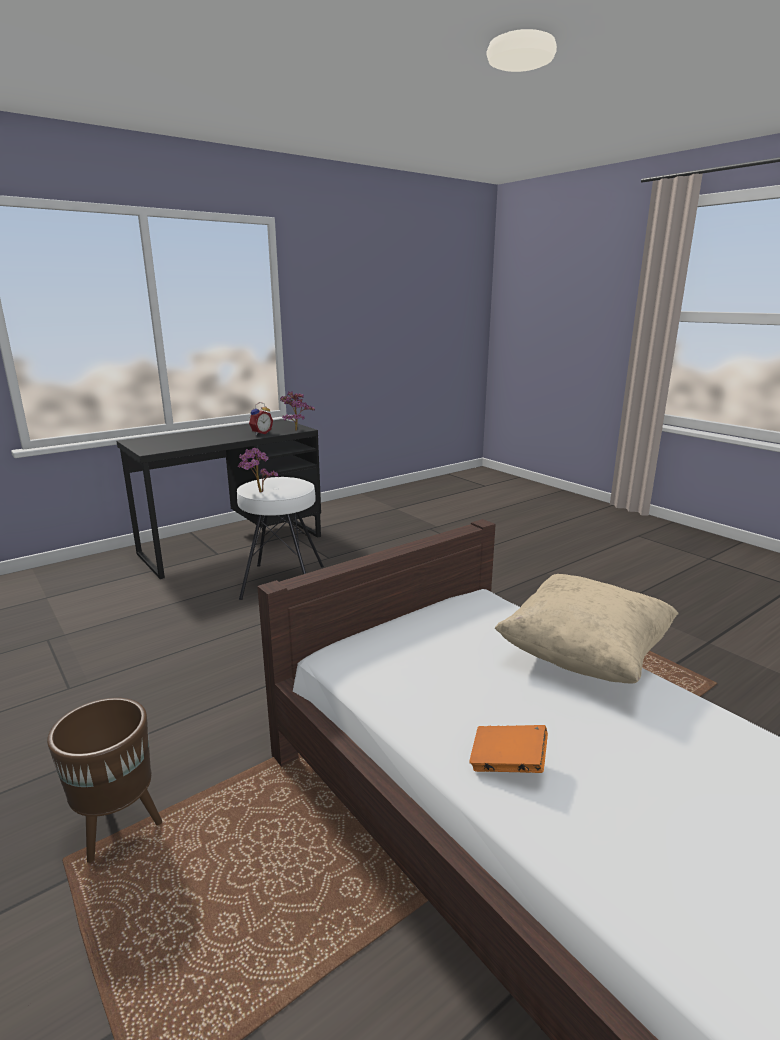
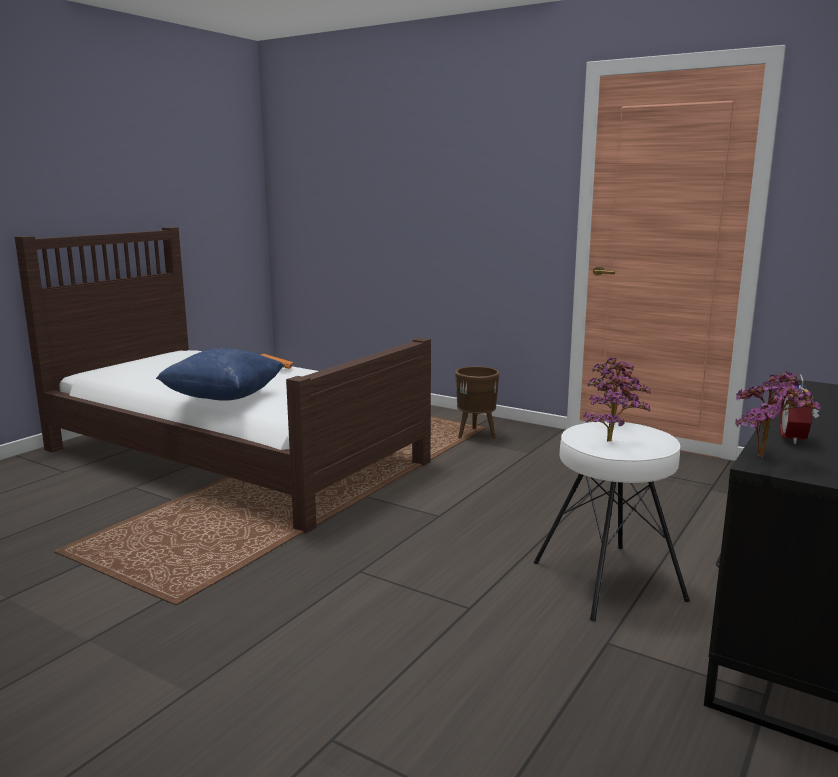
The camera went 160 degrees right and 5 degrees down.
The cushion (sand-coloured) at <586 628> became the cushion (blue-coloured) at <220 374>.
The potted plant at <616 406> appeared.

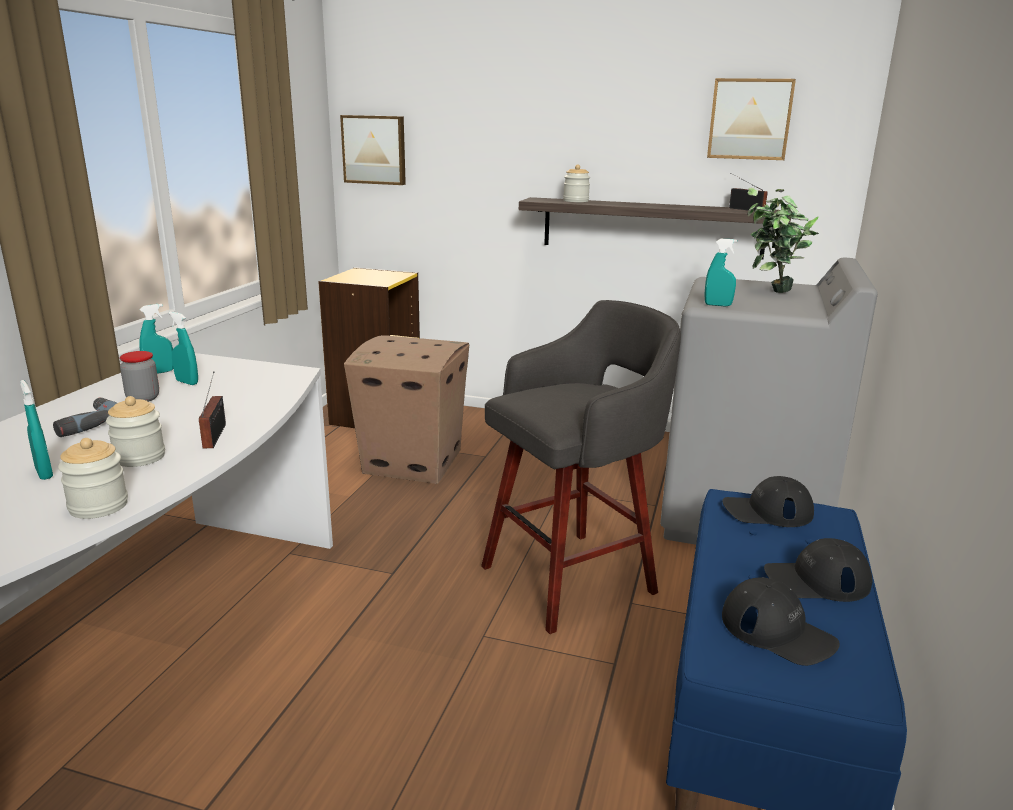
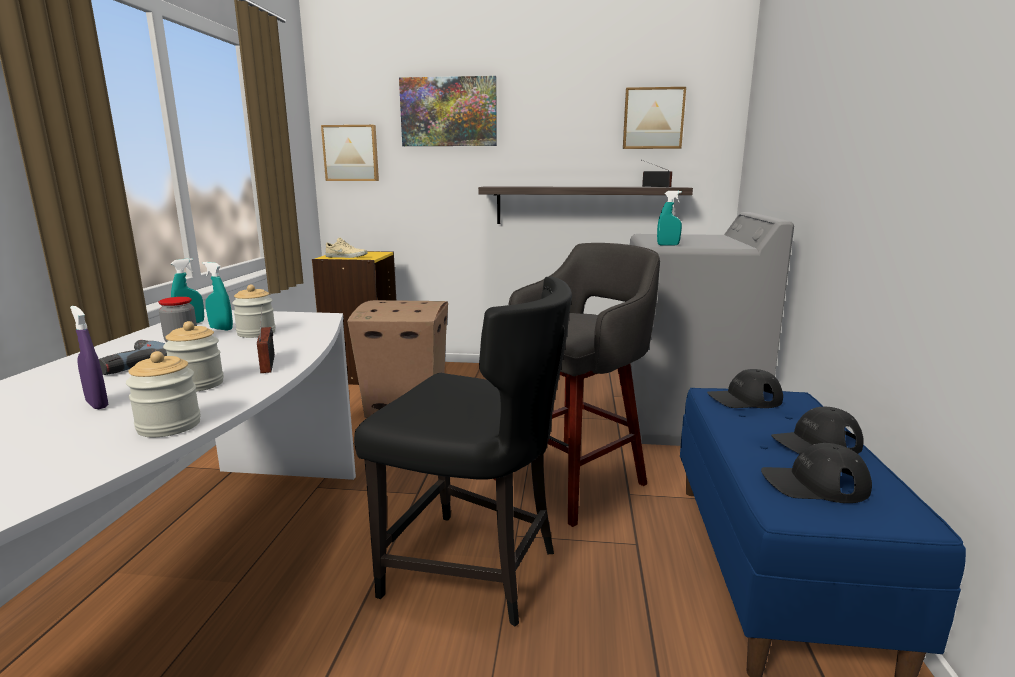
The camera went 10 degrees left and 5 degrees down.
The jar moved from <576 183> to <254 311>.
The potted plant at <783 240> disappeared.
The hand sprayer (turquoise) at <36 430> became the hand sprayer (purple-coloured) at <89 357>.
The baseball cap (black) at <781 621> turned 150 degrees clockwise.
The wall art at <448 111> appeared.
The shoe (sand-coloured) at <346 248> appeared.
The upright chair (black) at <463 452> appeared.

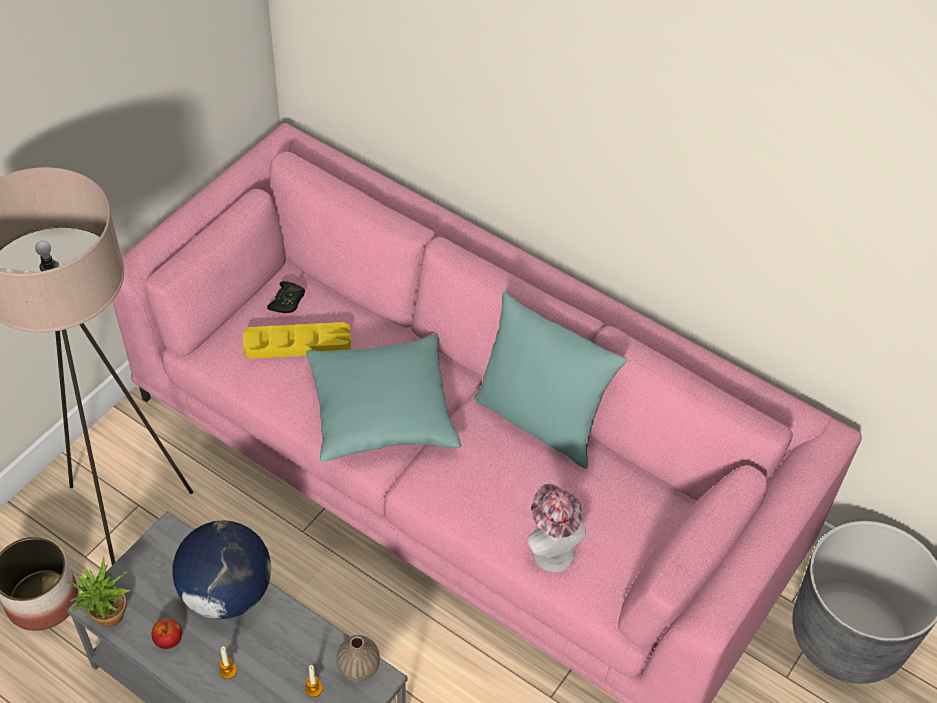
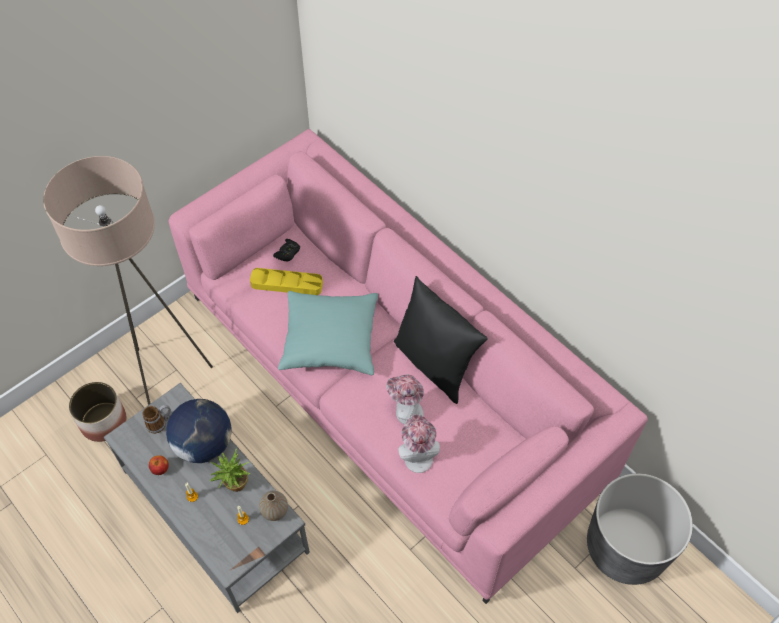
The camera went 15 degrees right and 5 degrees up.
The cushion (turquoise) at <550 380> became the cushion (black) at <441 340>.
The potted plant moved from <99 592> to <230 470>.
The hat at <405 399> appeared.
The mug at <157 419> appeared.

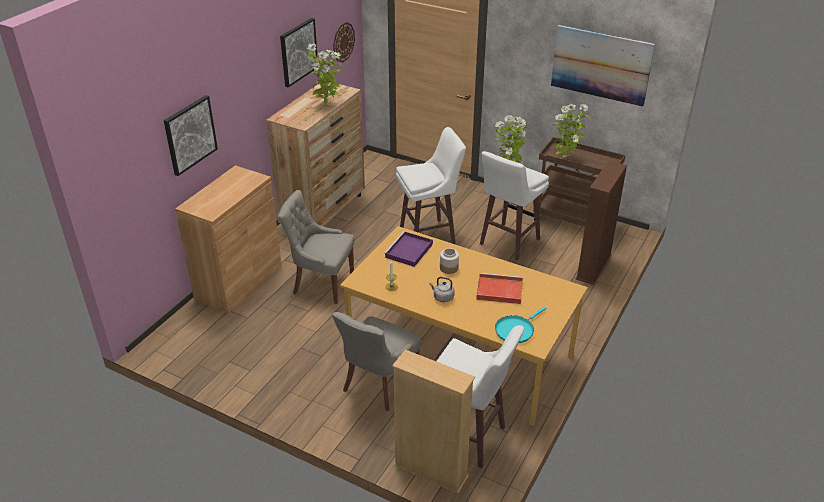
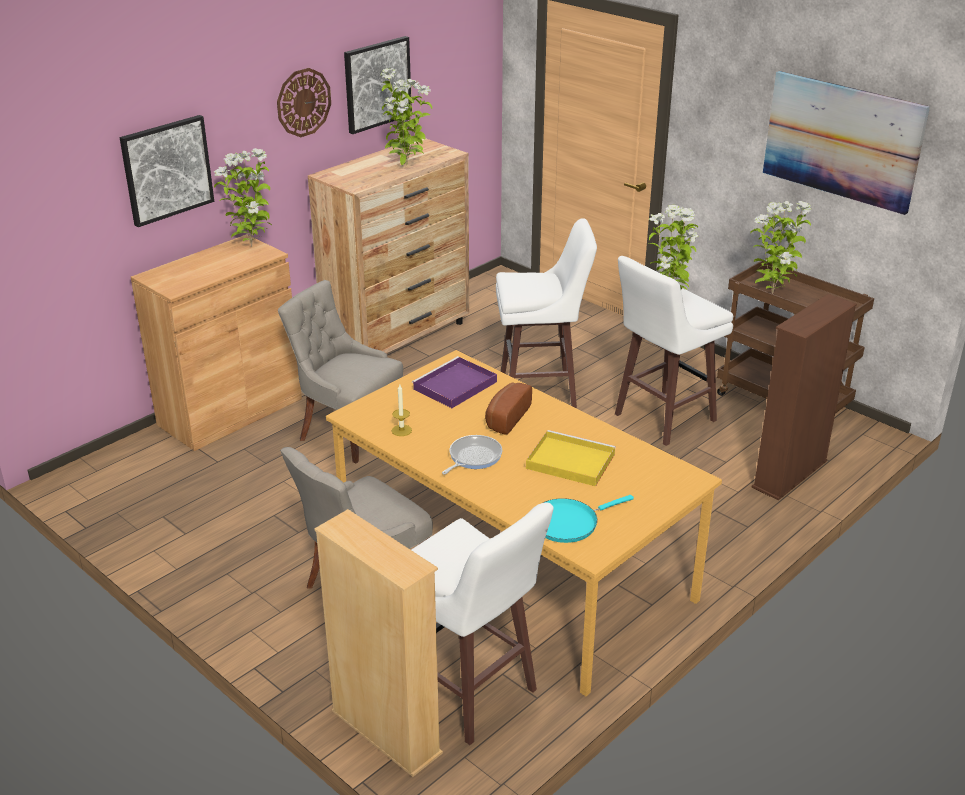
The camera went 15 degrees right and 5 degrees down.
The clock on the wall moved from <344 42> to <304 102>.
The jar at <449 261> was replaced by the bakery bread at <508 408>.
The tray (red-coloured) at <499 288> became the tray (yellowish) at <571 458>.
The kettle (greyish) at <442 289> was replaced by the pan at <472 455>.
The potted plant at <243 197> appeared.

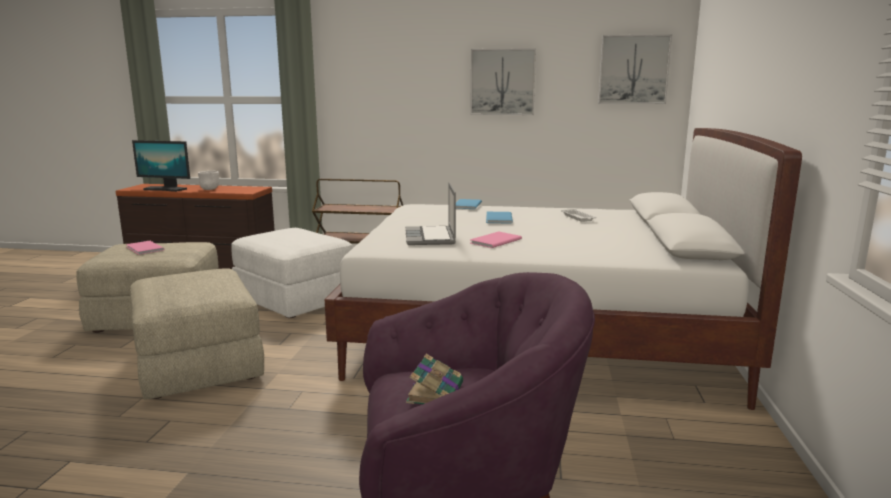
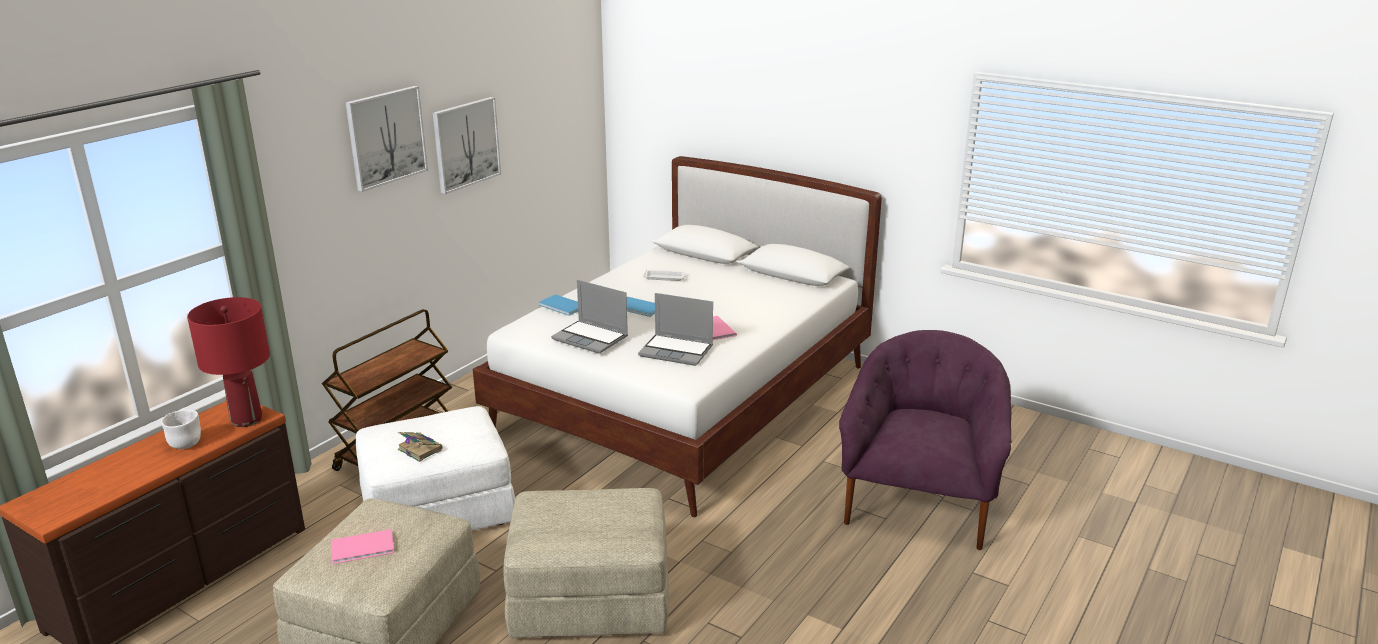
The camera went 65 degrees left and 10 degrees up.
The wall art moved from <635 69> to <387 139>.
The computer screen at <161 166> disappeared.
The book moved from <434 379> to <420 447>.
The portable computer at <589 317> appeared.
The tabletop lamp (red-coloured) at <228 362> appeared.

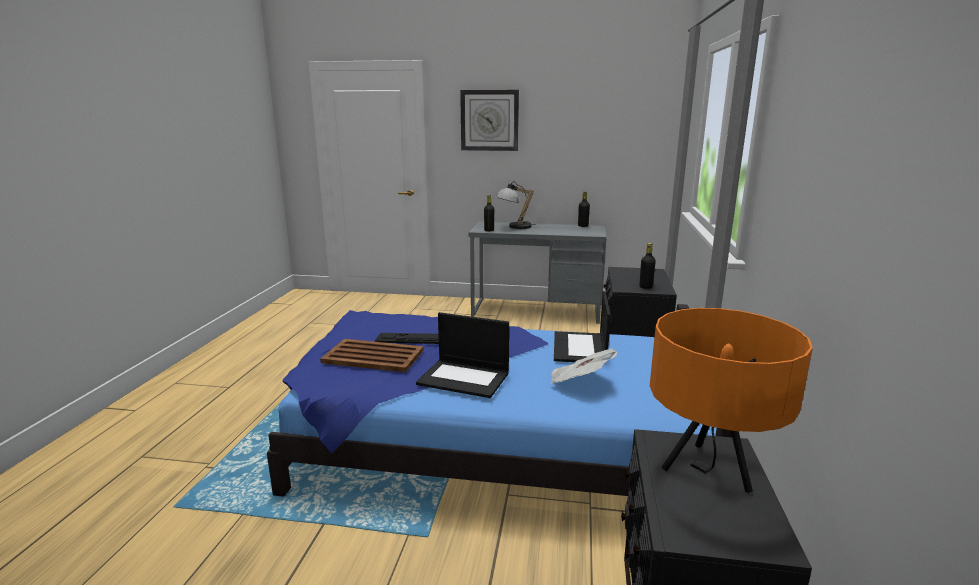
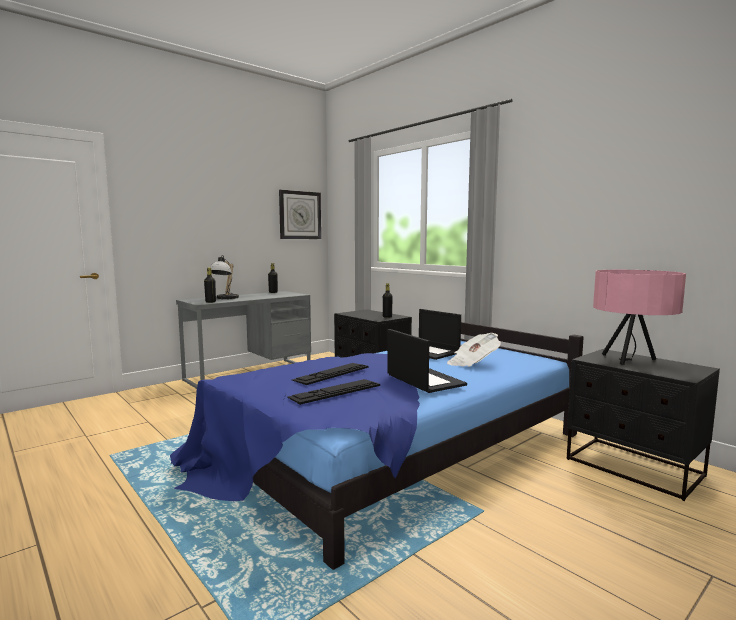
The camera went 50 degrees left and 10 degrees down.
The clock on the wall moved from <489 120> to <300 214>.
The tabletop lamp (orange-coloured) at <731 400> became the tabletop lamp (pink-coloured) at <639 317>.
The portable computer at <462 355> turned 90 degrees counterclockwise.
The tray (brownish) at <372 355> was replaced by the keyboard at <333 392>.

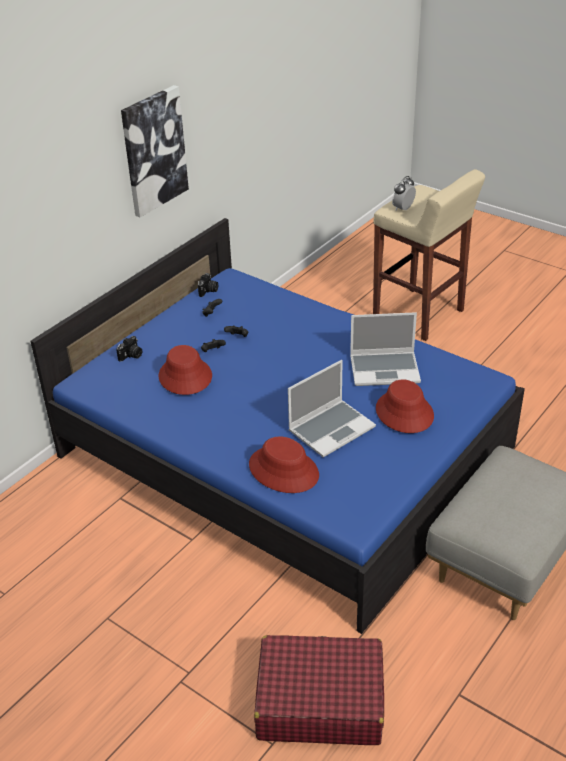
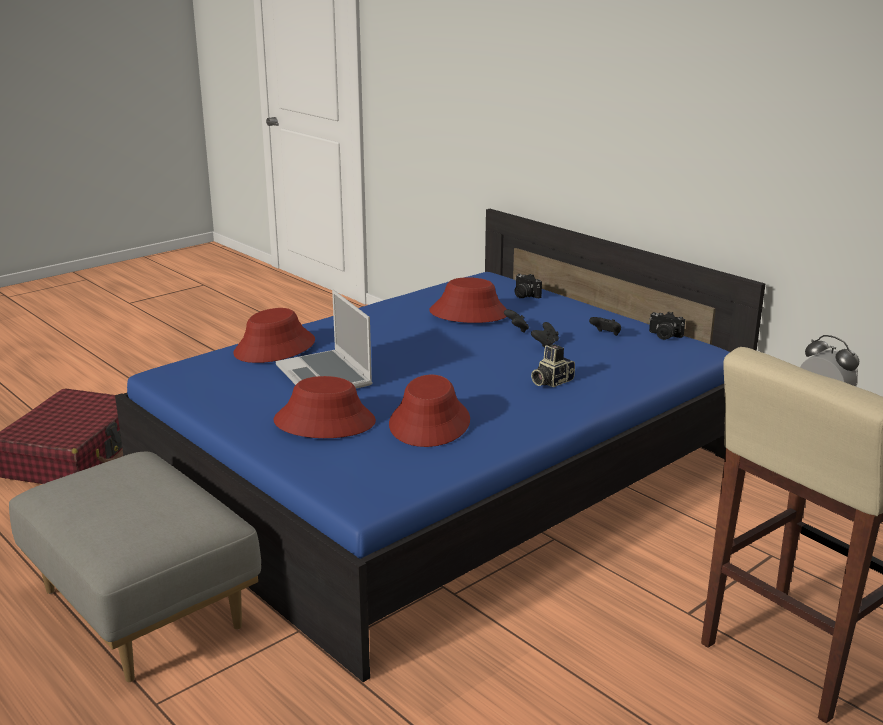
The camera went 100 degrees right and 15 degrees down.
The wall art at <155 151> disappeared.
The portable computer at <385 349> was replaced by the hat (red-coloured) at <429 411>.
The still camera at <553 365> appeared.

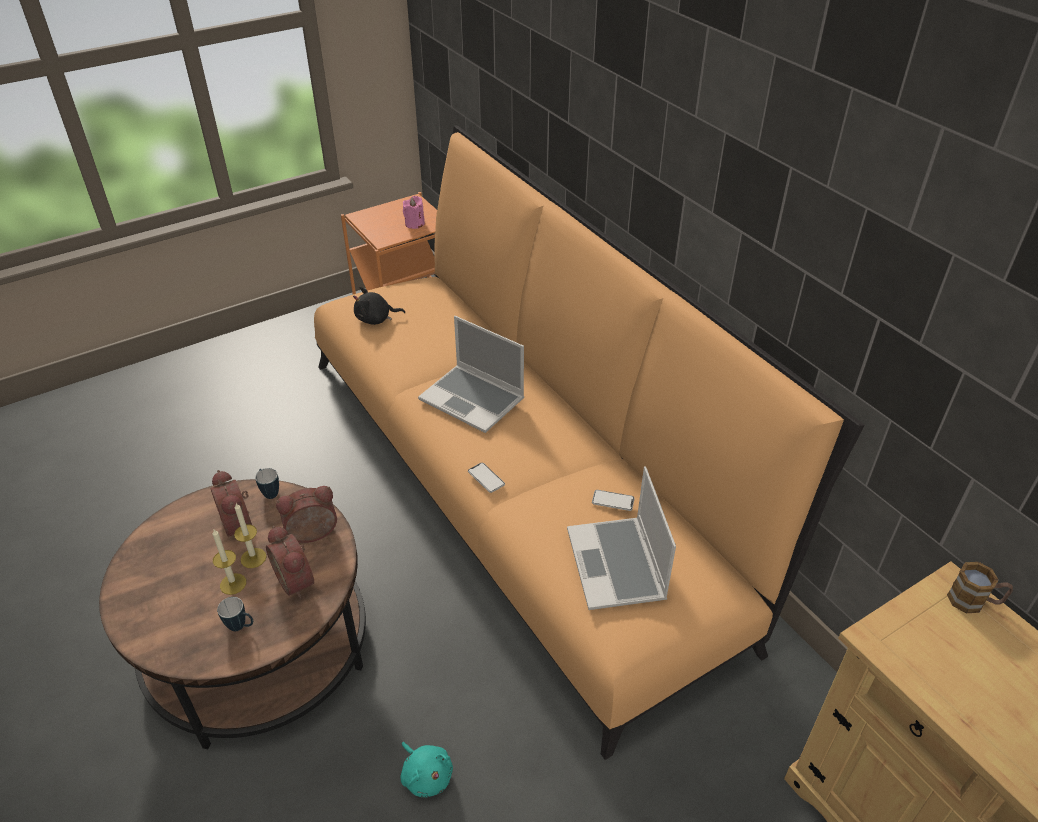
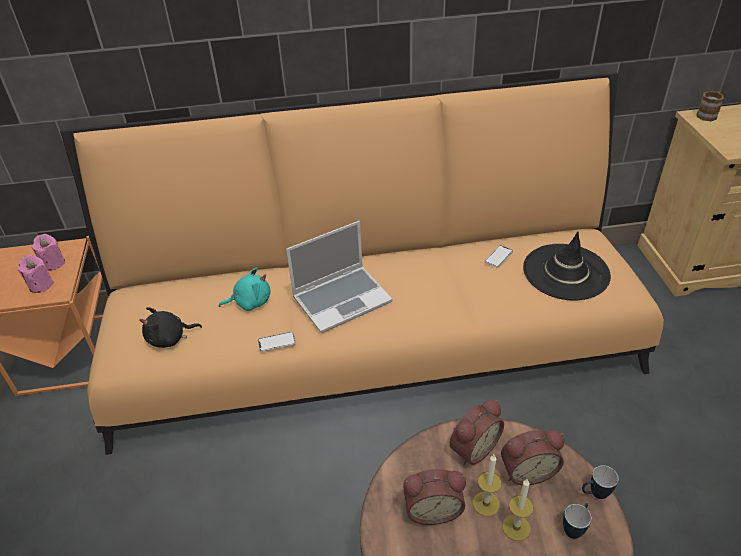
The camera went 65 degrees left and 0 degrees up.
The cuddly toy (black) at <379 306> turned 60 degrees clockwise.
The telephone moved from <486 478> to <277 342>.
The portable computer at <621 538> was replaced by the hat (black) at <567 266>.
The mug moved from <267 483> to <600 482>.
The table clock at <306 514> turned 135 degrees counterclockwise.
The cuddly toy (turquoise) moved from <426 770> to <245 289>.
The wax light (pink-coloured) at <36 274> appeared.

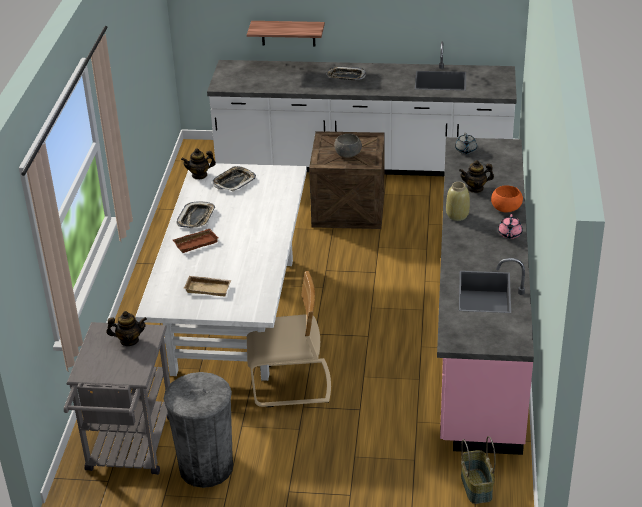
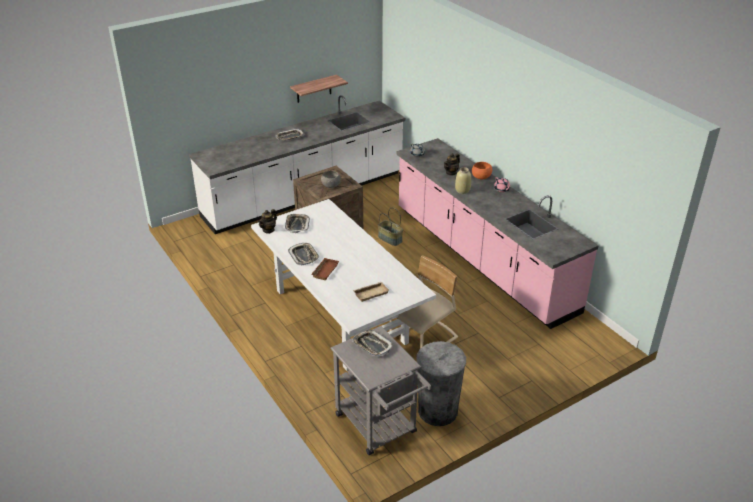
The camera went 40 degrees left and 0 degrees up.
The bracket shelf moved from <286 34> to <319 89>.
The teapot at <127 328> was replaced by the tray at <373 343>.
The storage basket moved from <478 470> to <390 227>.

